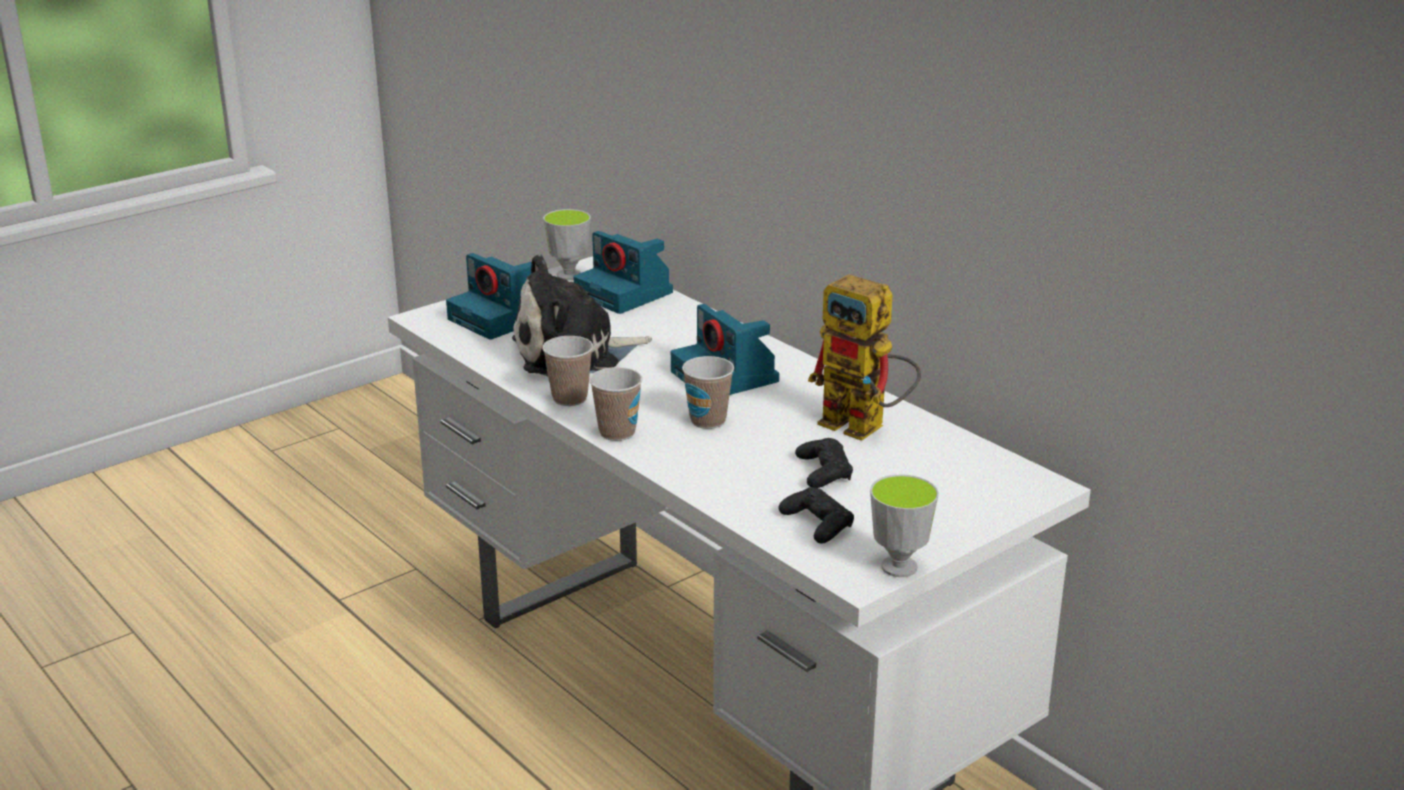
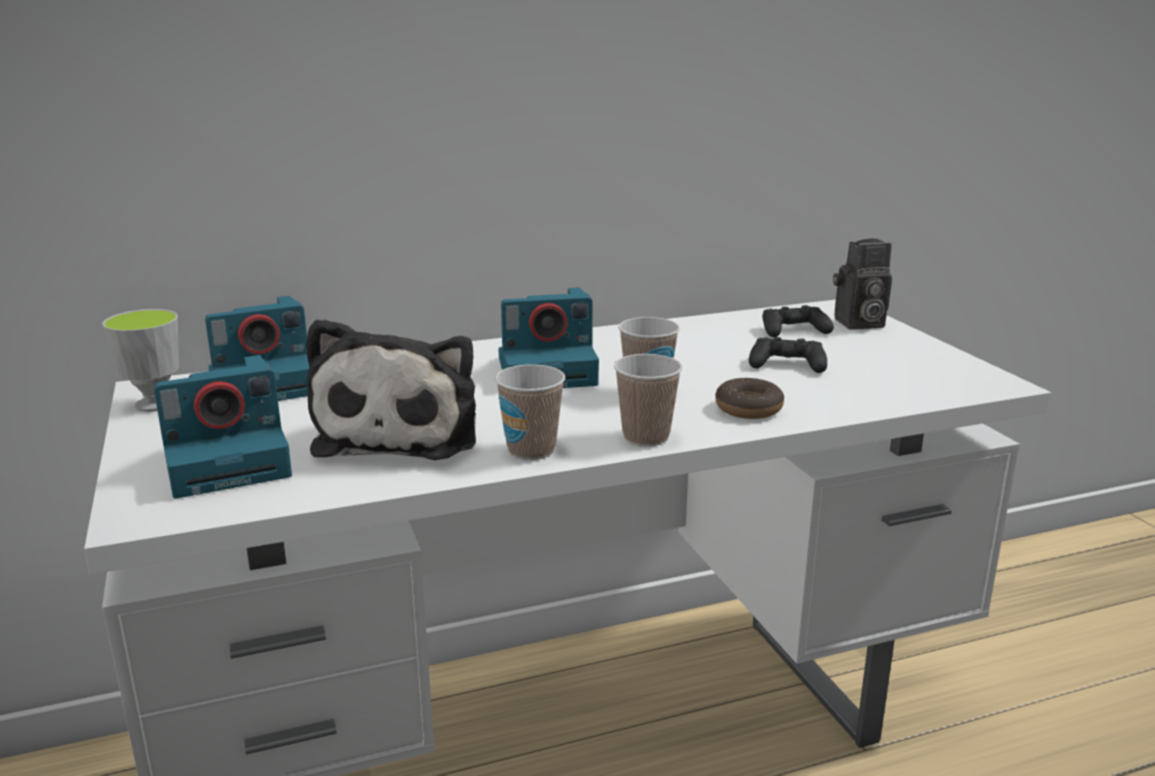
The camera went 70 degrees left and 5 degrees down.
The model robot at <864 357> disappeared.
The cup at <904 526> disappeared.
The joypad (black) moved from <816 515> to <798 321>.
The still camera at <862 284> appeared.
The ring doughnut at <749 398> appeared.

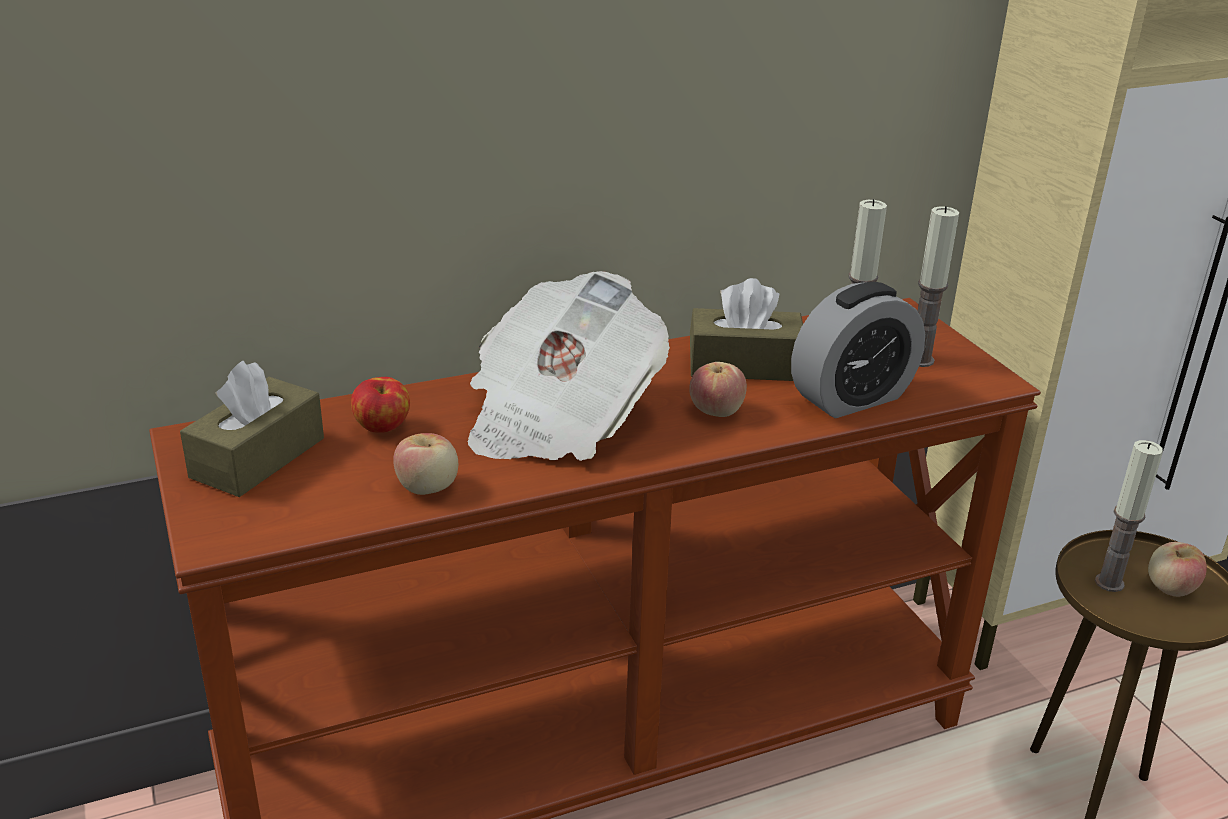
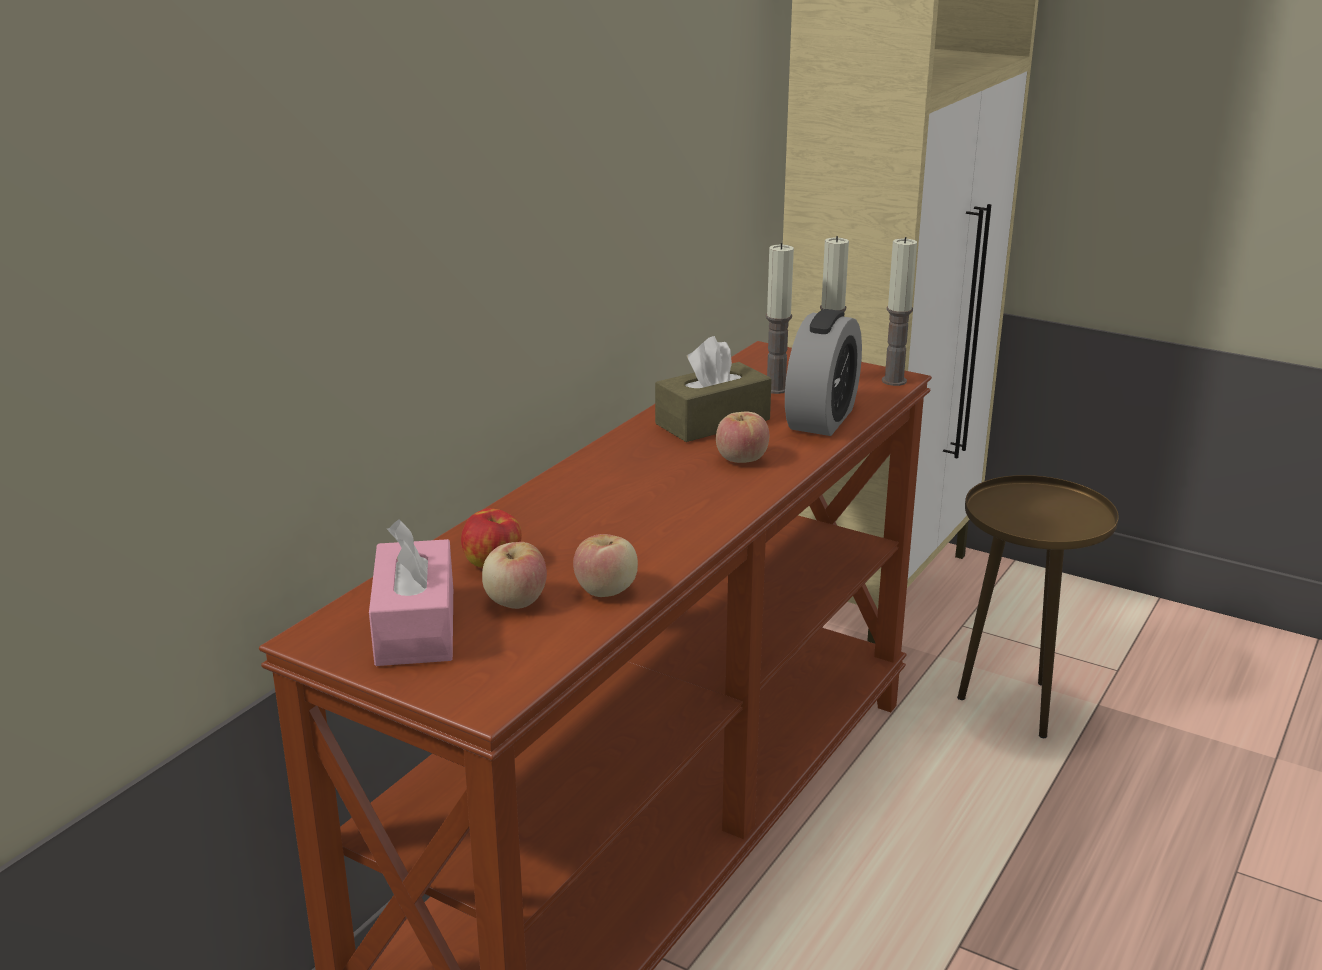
The camera went 35 degrees left and 5 degrees down.
The printed paper at <568 366> disappeared.
The tissue box (brownish) at <252 429> became the tissue box (pink-coloured) at <411 592>.
The wax light moved from <1129 516> to <899 311>.
The apple moved from <1177 569> to <514 575>.

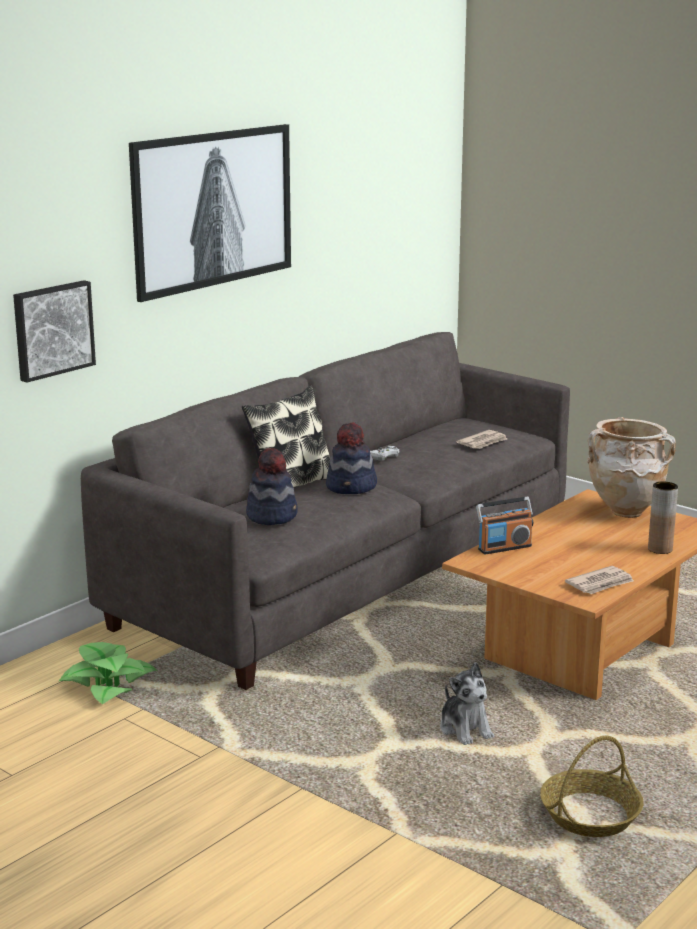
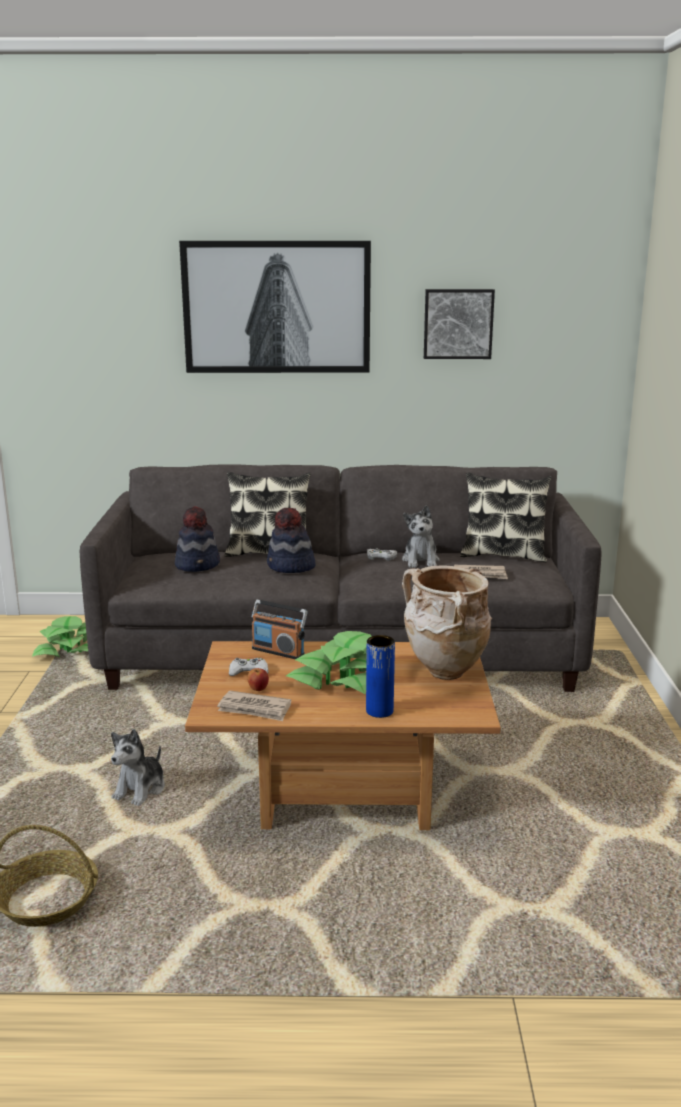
The camera went 50 degrees right and 0 degrees up.
The wall art moved from <54 331> to <459 324>.
The vase (brownish) at <663 517> became the vase (blue-coloured) at <380 676>.
The cushion at <506 517> appeared.
The cuddly toy at <421 536> appeared.
The potted plant at <329 662> appeared.
The joypad (white-coloured) at <249 667> appeared.
The apple at <258 679> appeared.

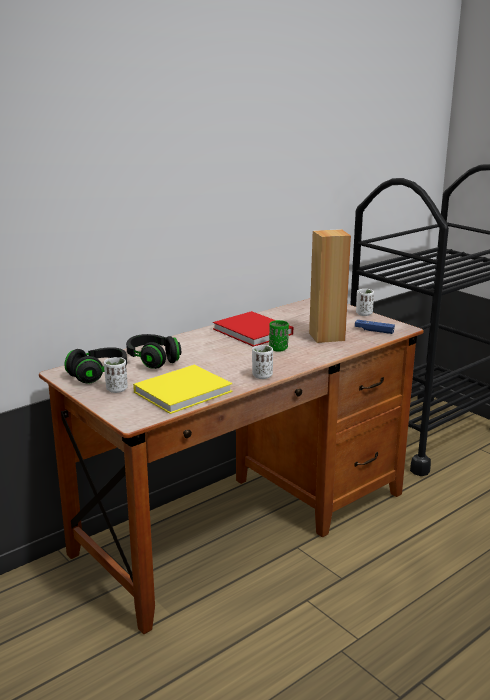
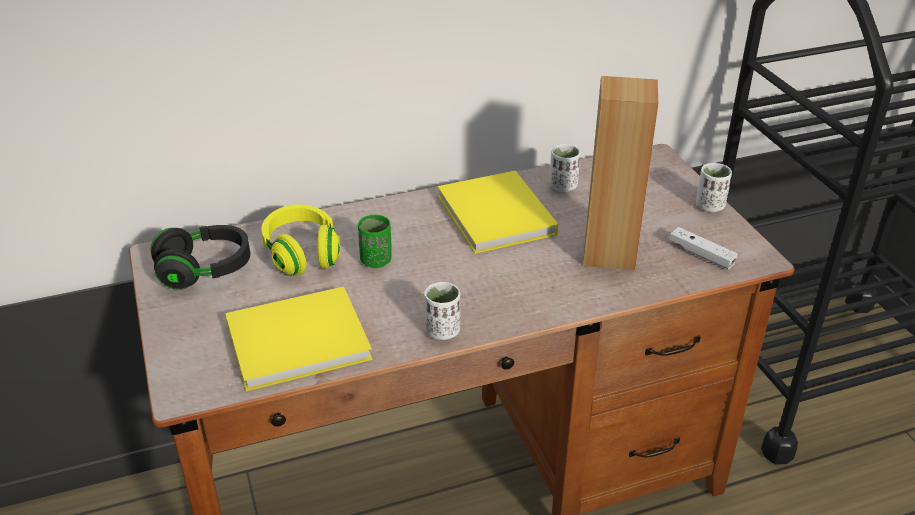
The camera went 20 degrees right and 15 degrees up.
The book (red-coloured) at <253 329> became the book (yellowish) at <498 212>.
The cup (greenish) moved from <279 336> to <375 241>.
The joypad (blue-coloured) at <375 327> became the joypad (white-coloured) at <703 248>.
The headset (black) at <153 351> became the headset (yellowish) at <300 240>.
The cup (white-coloured) moved from <116 375> to <565 168>.

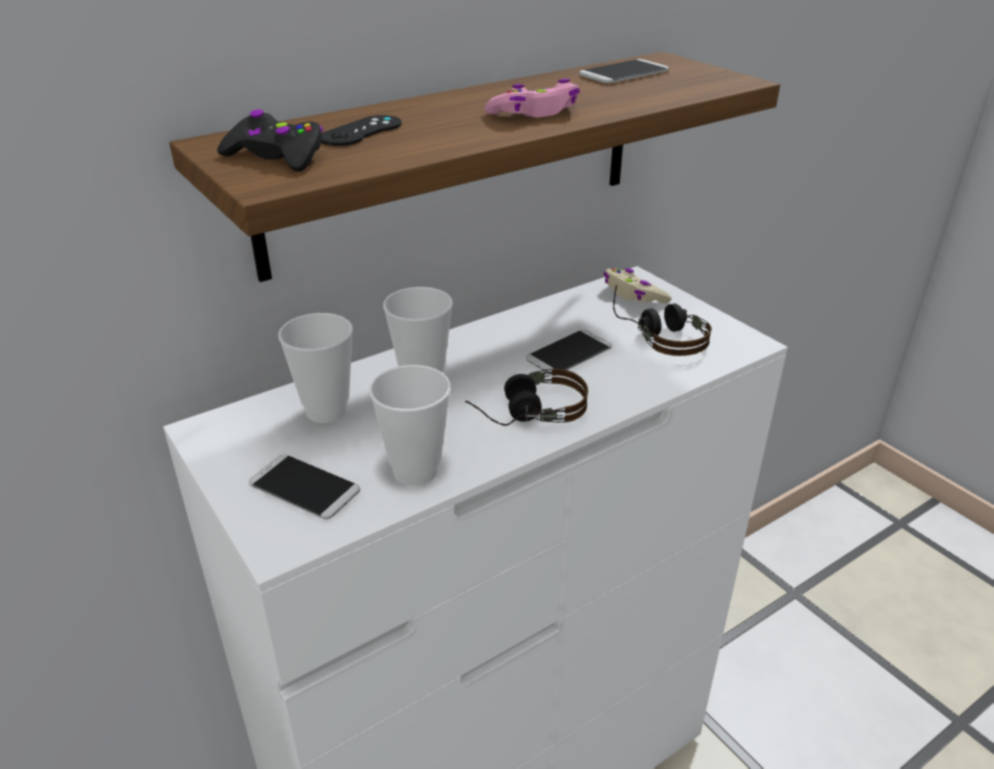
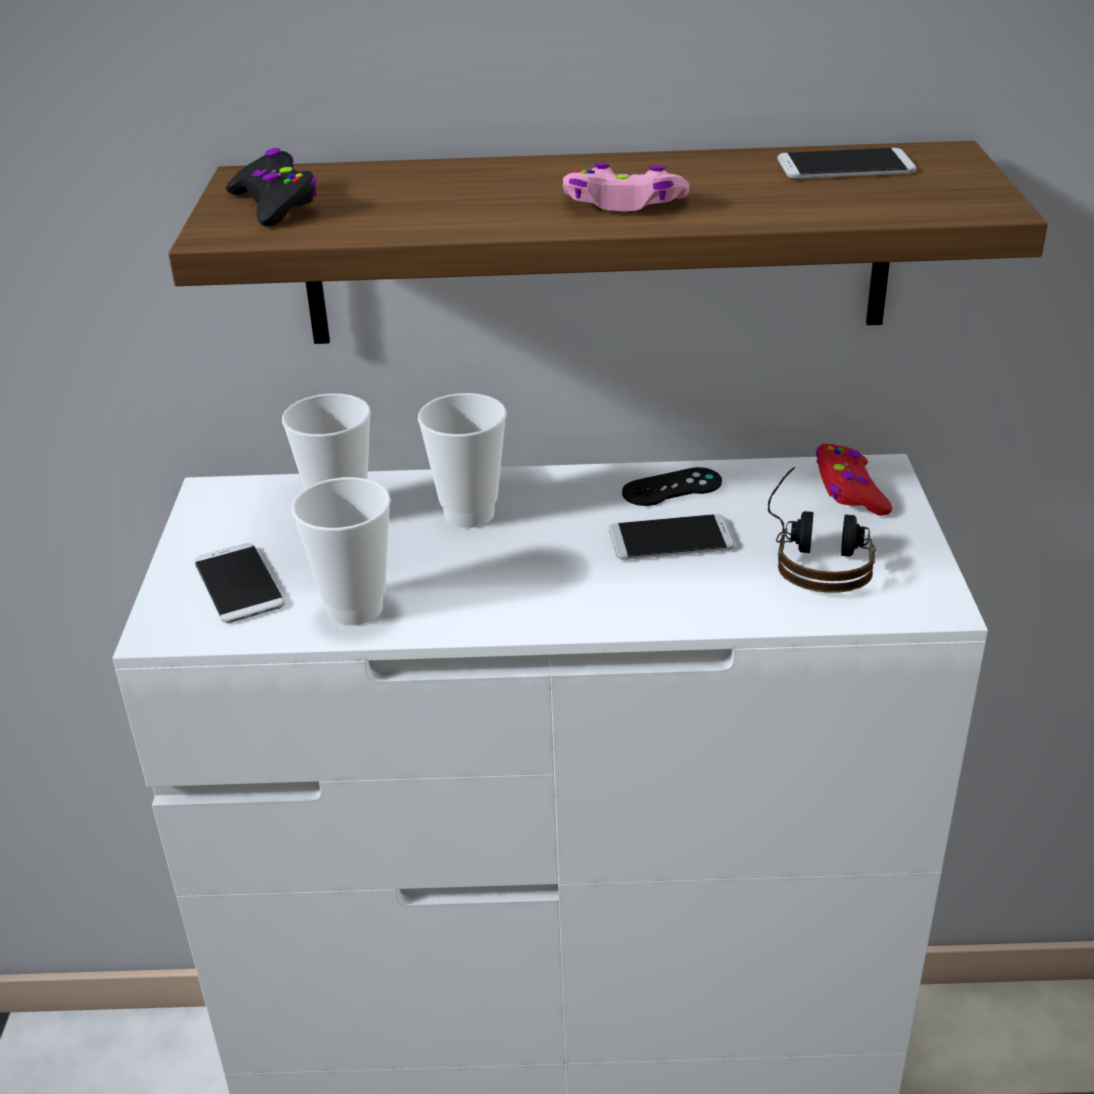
The camera went 35 degrees right and 0 degrees up.
The joypad (black) moved from <361 130> to <672 486>.
The joypad (sand-coloured) at <638 285> became the joypad (red-coloured) at <854 479>.
The headset at <526 397> disappeared.

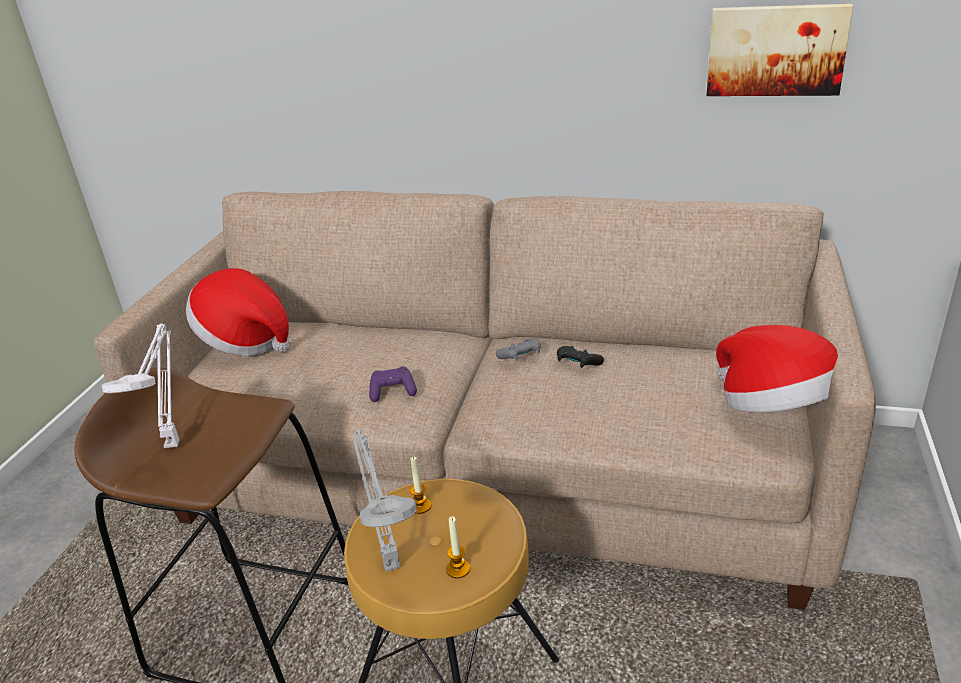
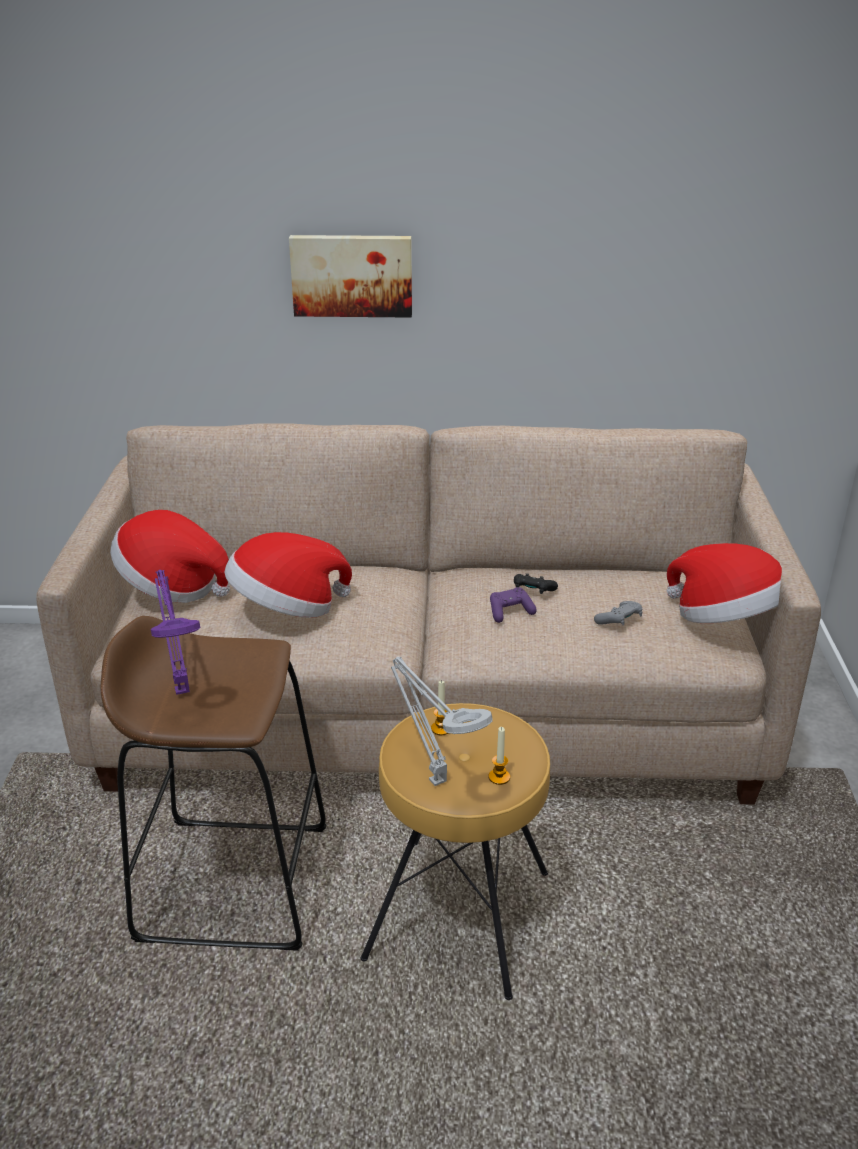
The camera went 15 degrees left and 0 degrees up.
The wall art moved from <780 50> to <350 276>.
The tabletop lamp (white-coloured) at <140 386> became the tabletop lamp (purple-coloured) at <175 632>.
The joypad (greyish) moved from <518 350> to <618 613>.
The joypad (purple-coloured) moved from <393 384> to <513 605>.
The hat at <288 575> appeared.

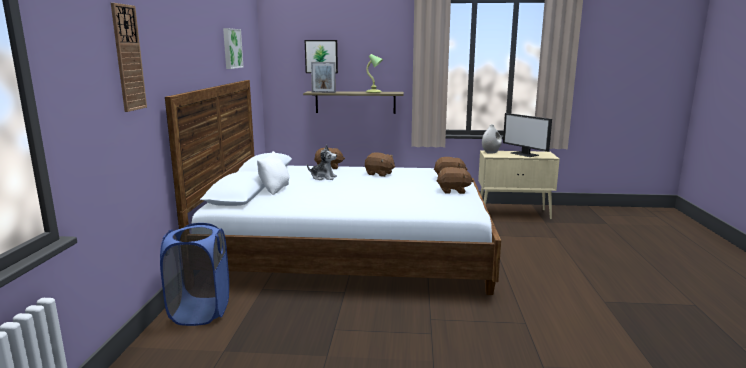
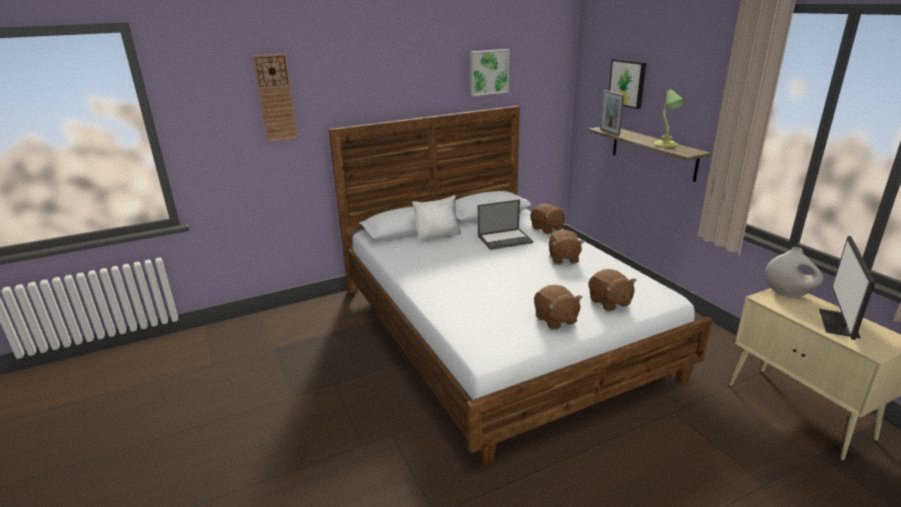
The camera went 60 degrees right and 10 degrees up.
The cuddly toy at <322 162> was replaced by the portable computer at <505 224>.
The washing basket (blue-coloured) at <194 274> disappeared.

